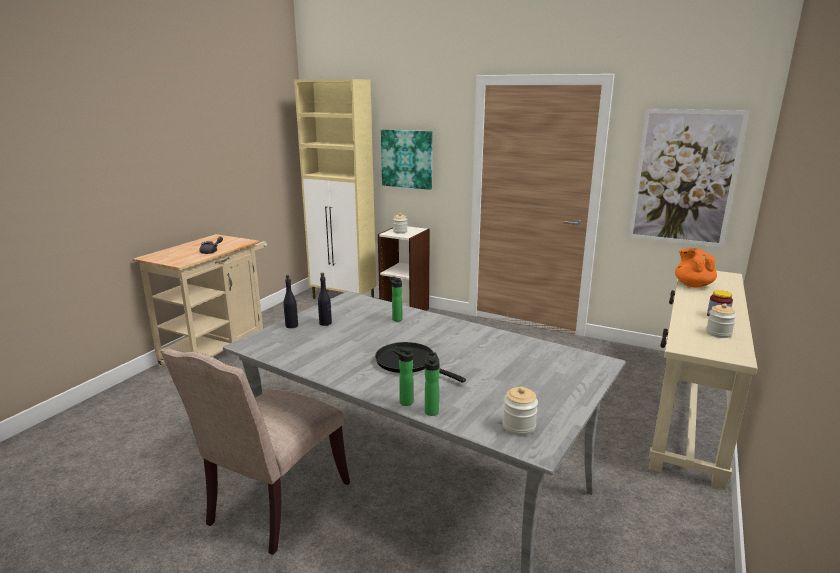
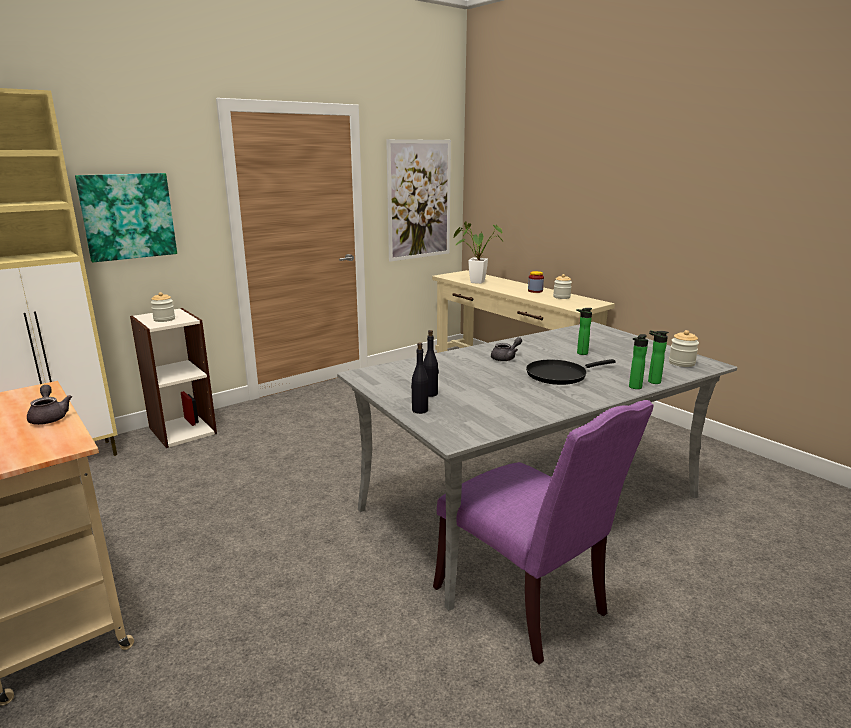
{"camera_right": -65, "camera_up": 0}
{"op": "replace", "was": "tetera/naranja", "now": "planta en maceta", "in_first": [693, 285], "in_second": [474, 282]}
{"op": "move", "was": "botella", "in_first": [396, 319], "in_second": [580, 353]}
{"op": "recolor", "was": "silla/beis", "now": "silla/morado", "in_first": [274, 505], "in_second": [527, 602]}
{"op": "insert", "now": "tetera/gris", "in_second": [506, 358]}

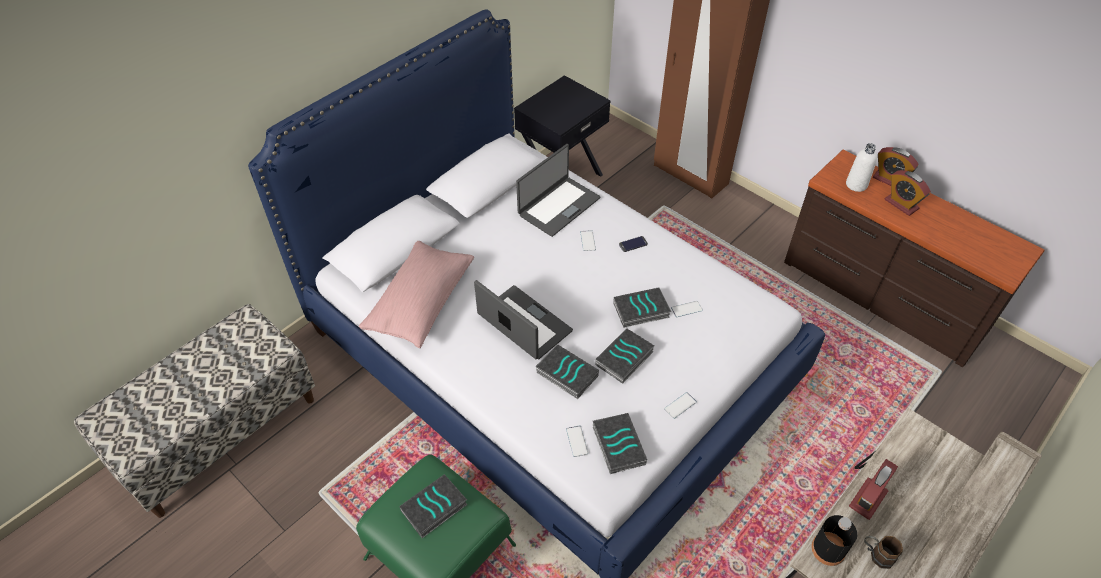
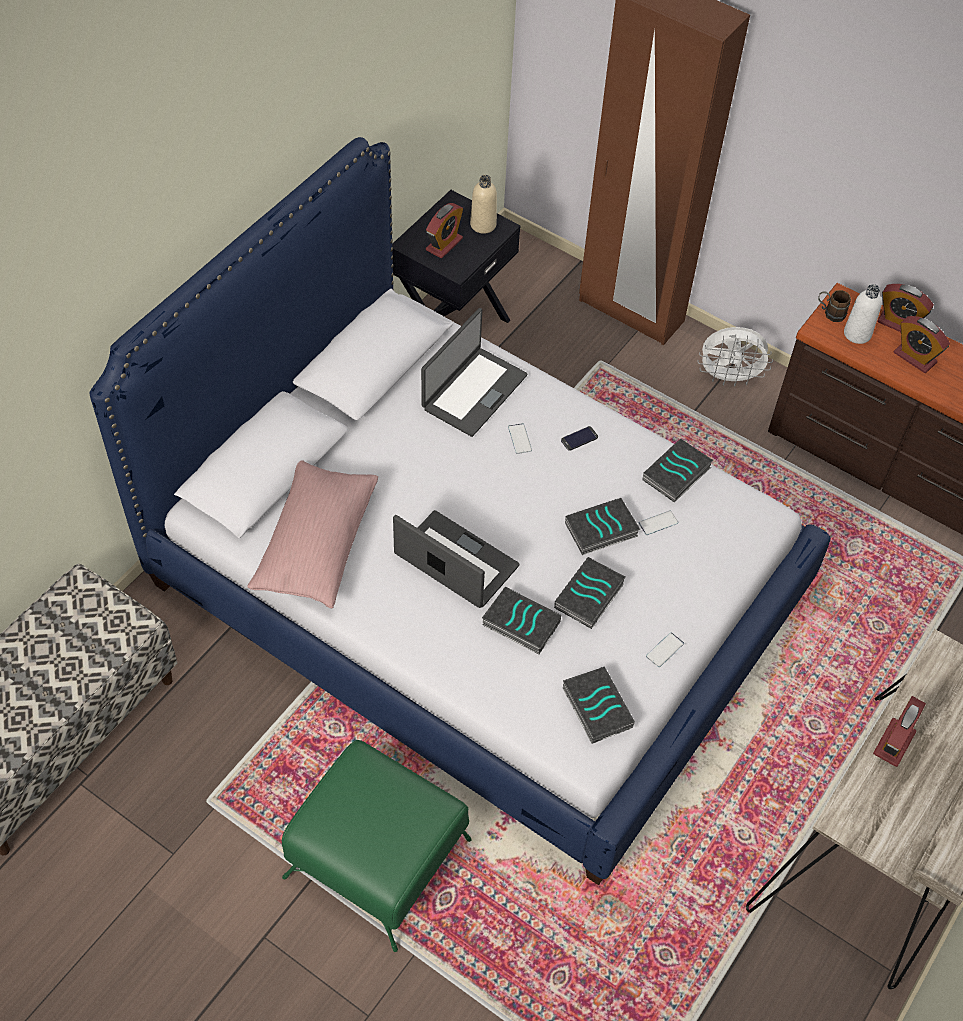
{"camera_right": -10, "camera_up": 5}
{"op": "delete", "was": "móvil", "in_first": [577, 441]}
{"op": "move", "was": "libro", "in_first": [434, 509], "in_second": [677, 475]}
{"op": "delete", "was": "botella/negro", "in_first": [828, 549]}
{"op": "move", "was": "taza grande/marrón", "in_first": [876, 554], "in_second": [830, 313]}
{"op": "insert", "now": "botella/beis", "in_second": [483, 225]}
{"op": "insert", "now": "despertador", "in_second": [444, 244]}
{"op": "insert", "now": "ventilador/blanco", "in_second": [729, 378]}

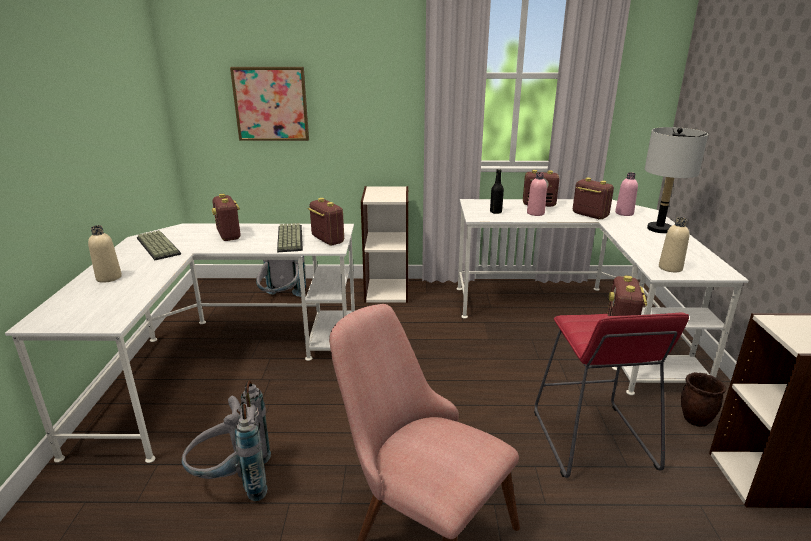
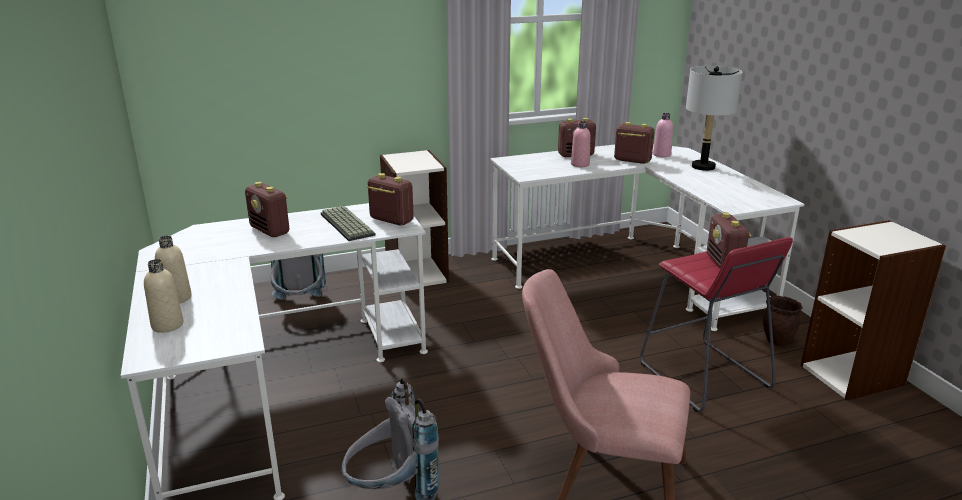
{"camera_right": -20, "camera_up": 0}
{"op": "delete", "was": "cuadro", "in_first": [271, 104]}
{"op": "delete", "was": "botella/negro", "in_first": [495, 212]}
{"op": "move", "was": "botella/beis", "in_first": [670, 268], "in_second": [167, 325]}
{"op": "delete", "was": "teclado", "in_first": [156, 246]}

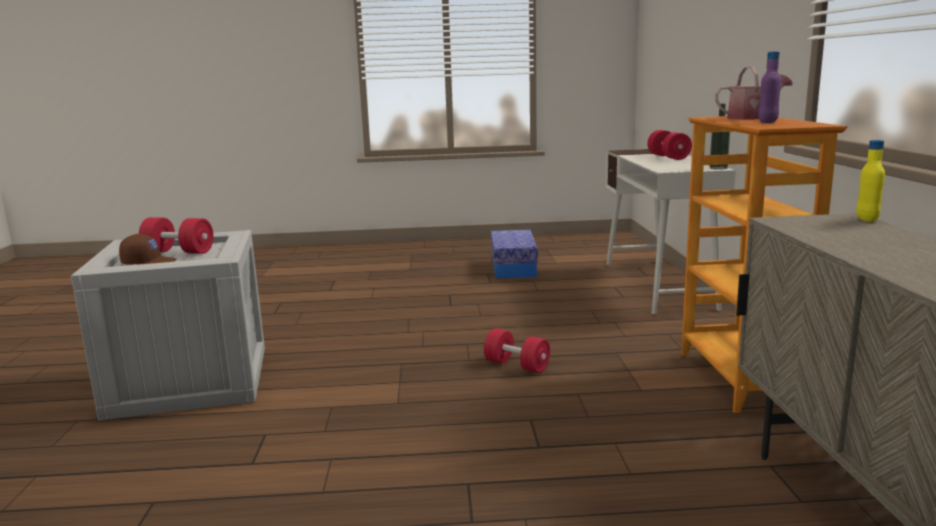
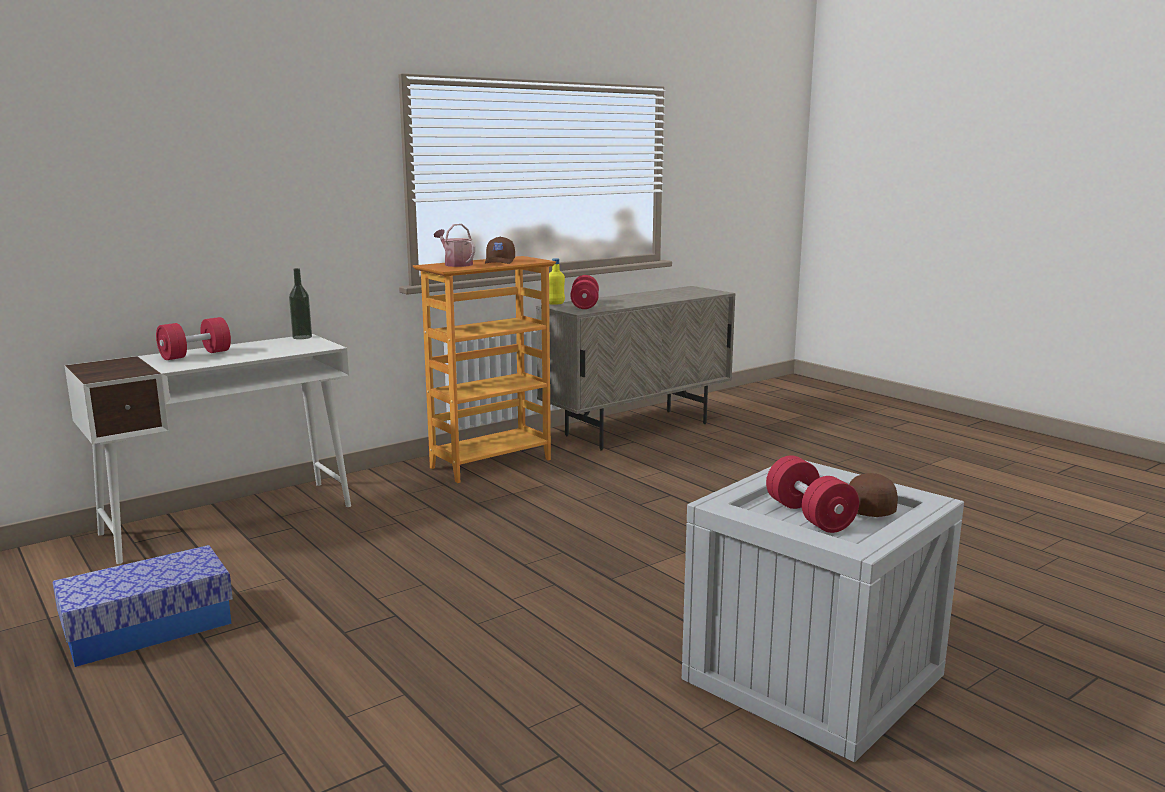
{"camera_right": -125, "camera_up": 0}
{"op": "replace", "was": "botella/morado", "now": "gorra/marrón", "in_first": [768, 122], "in_second": [500, 261]}
{"op": "move", "was": "mancuerna/rojo", "in_first": [517, 365], "in_second": [584, 305]}

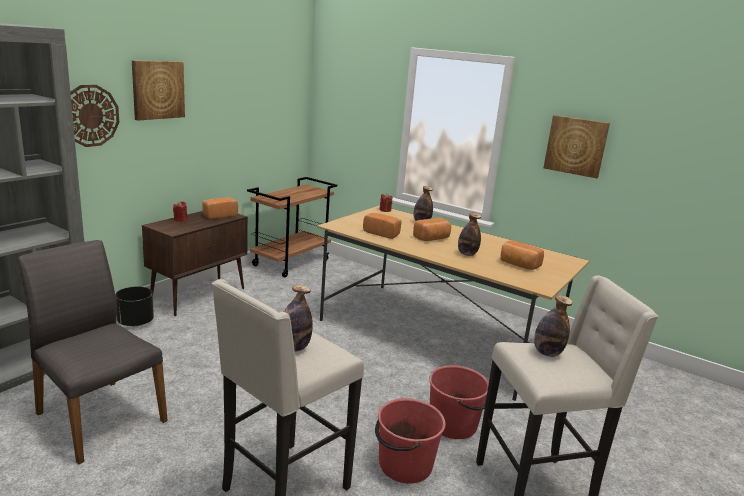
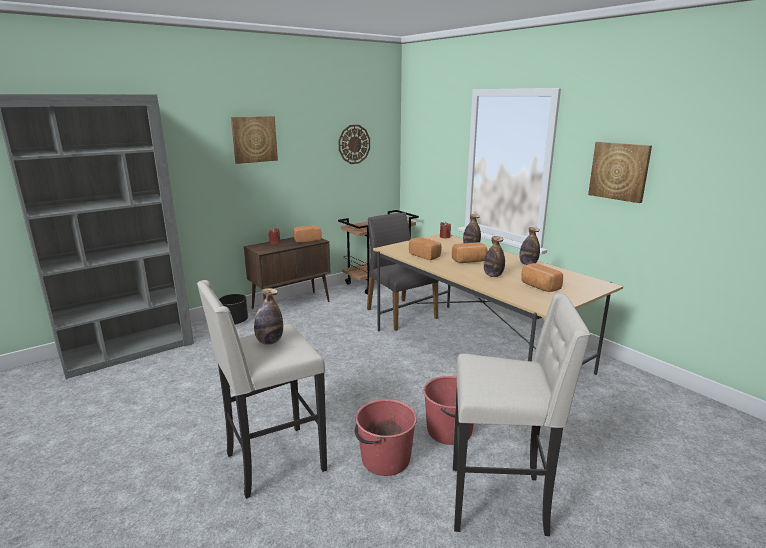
{"camera_right": 20, "camera_up": 0}
{"op": "move", "was": "reloj de pared", "in_first": [90, 115], "in_second": [354, 144]}
{"op": "move", "was": "silla/gris", "in_first": [98, 417], "in_second": [400, 313]}
{"op": "move", "was": "botella", "in_first": [547, 353], "in_second": [528, 264]}

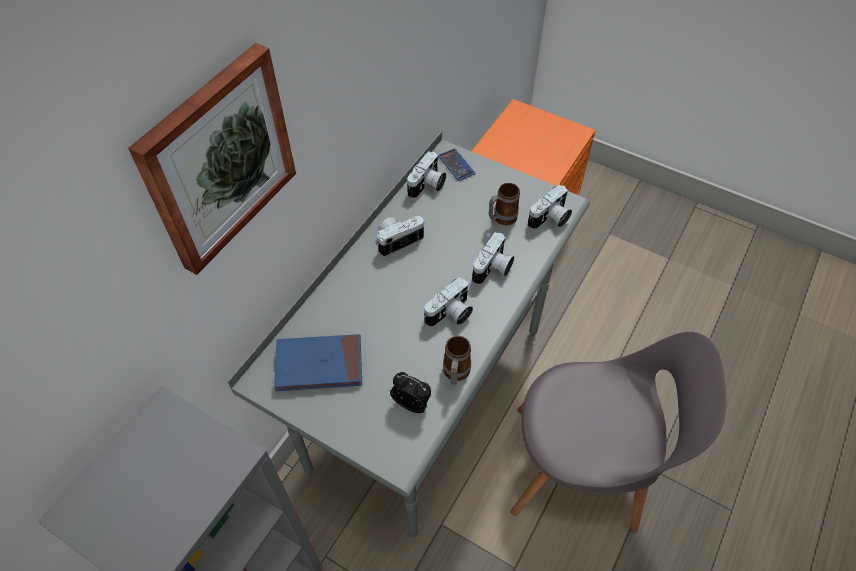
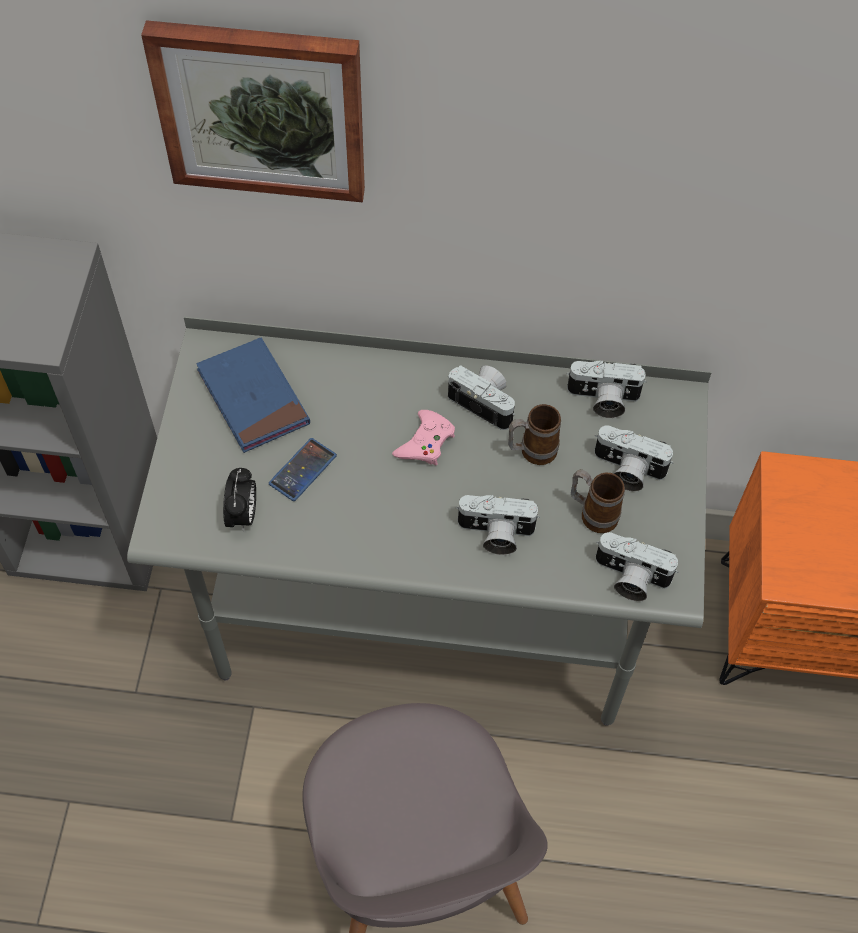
{"camera_right": 65, "camera_up": 5}
{"op": "move", "was": "móvil", "in_first": [456, 165], "in_second": [302, 470]}
{"op": "move", "was": "cámara", "in_first": [450, 315], "in_second": [627, 470]}
{"op": "move", "was": "taza grande", "in_first": [455, 374], "in_second": [531, 451]}
{"op": "insert", "now": "mando de consola/rosa", "in_second": [425, 442]}

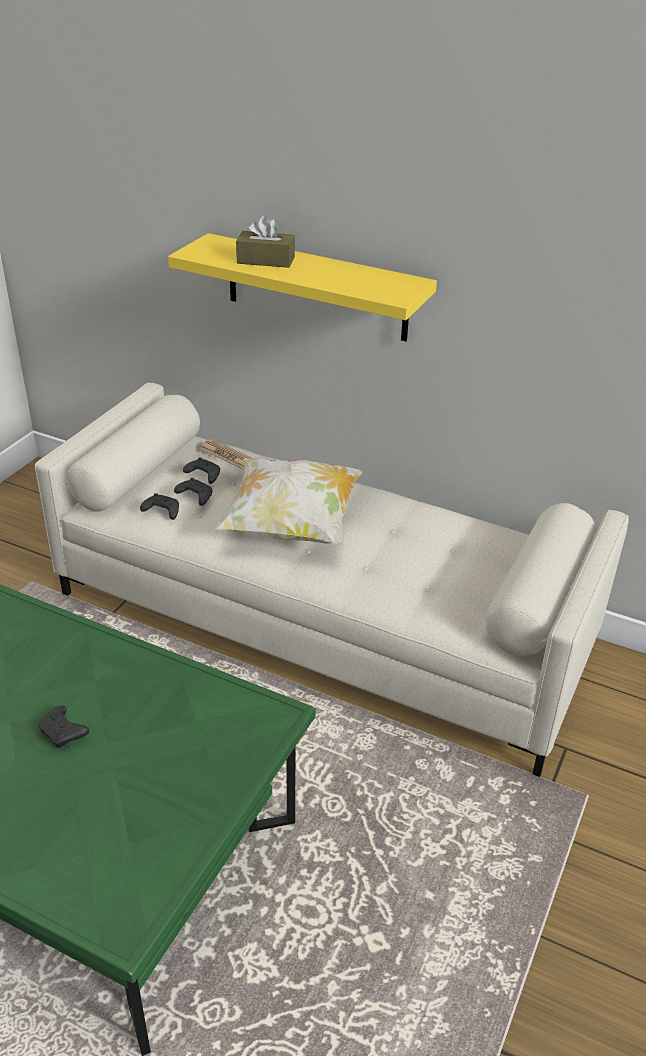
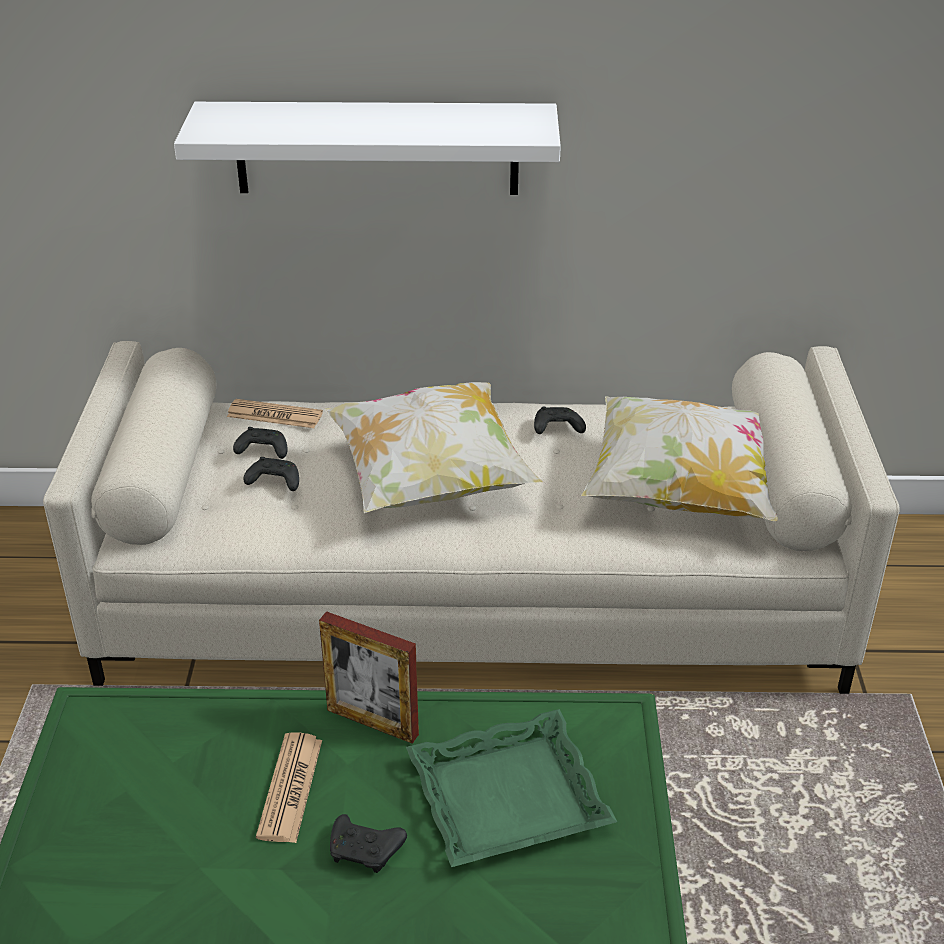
{"camera_right": -25, "camera_up": 0}
{"op": "delete", "was": "caja de pañuelos/marrón", "in_first": [265, 260]}
{"op": "recolor", "was": "estante/amarillo", "now": "estante/blanco", "in_first": [316, 288], "in_second": [377, 148]}
{"op": "move", "was": "mando de consola/negro", "in_first": [161, 512], "in_second": [556, 429]}
{"op": "insert", "now": "cojín", "in_second": [681, 491]}
{"op": "insert", "now": "portarretratos", "in_second": [372, 722]}
{"op": "insert", "now": "bandeja/verde", "in_second": [508, 799]}
{"op": "insert", "now": "periódico", "in_second": [290, 788]}

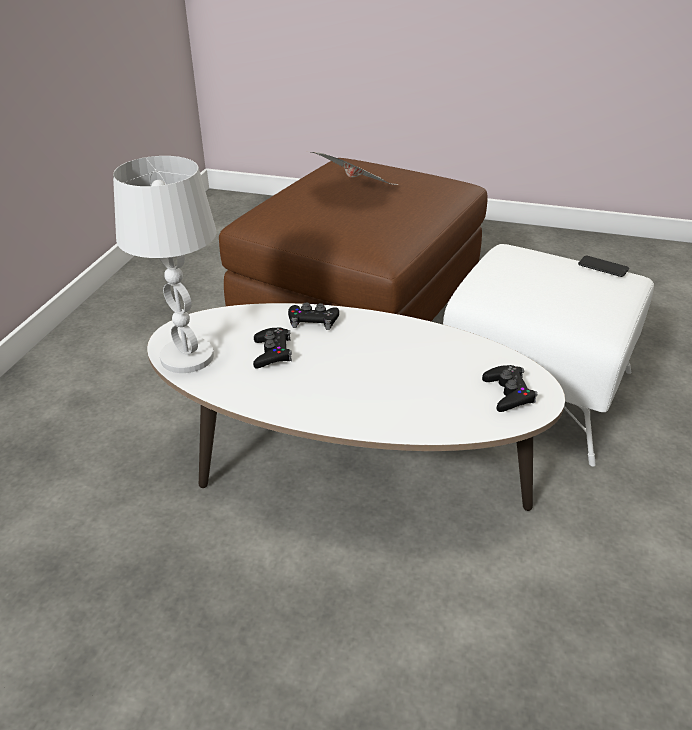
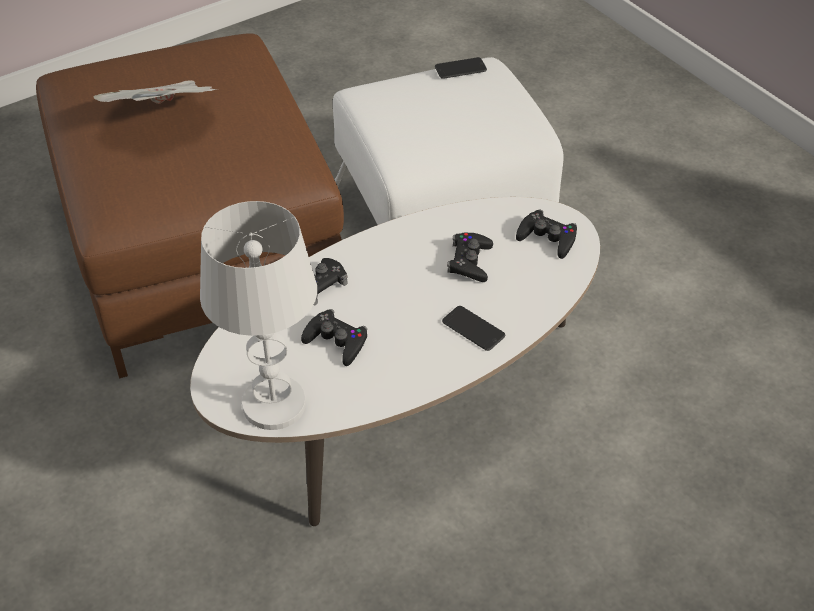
{"camera_right": -50, "camera_up": 10}
{"op": "insert", "now": "mando de consola/negro", "in_second": [469, 262]}
{"op": "insert", "now": "móvil", "in_second": [473, 329]}

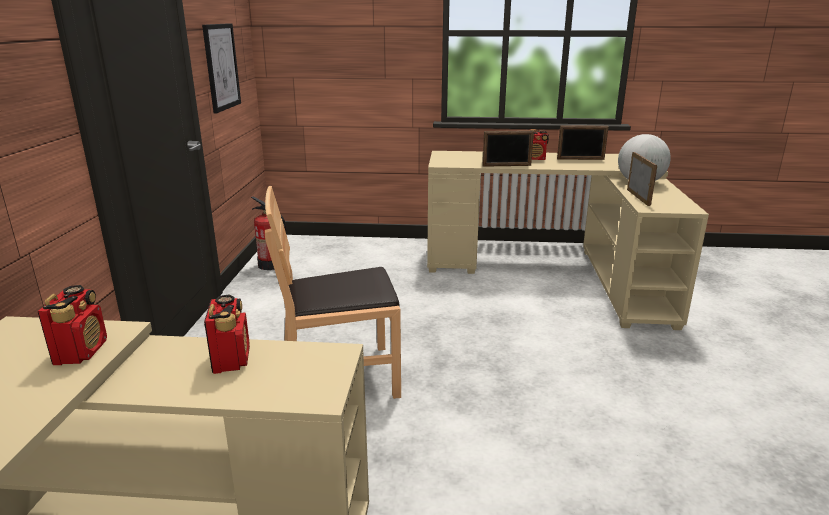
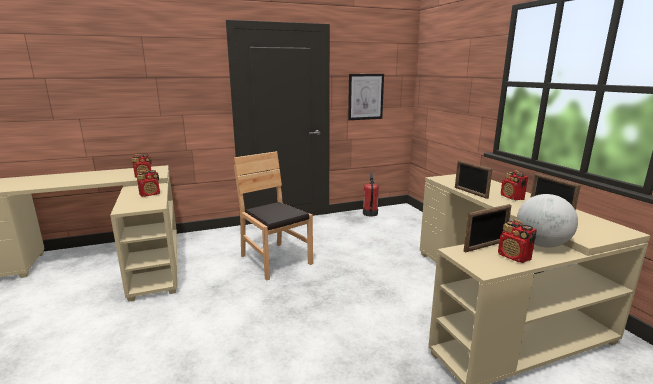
{"camera_right": 65, "camera_up": -5}
{"op": "insert", "now": "radio", "in_second": [514, 257]}

